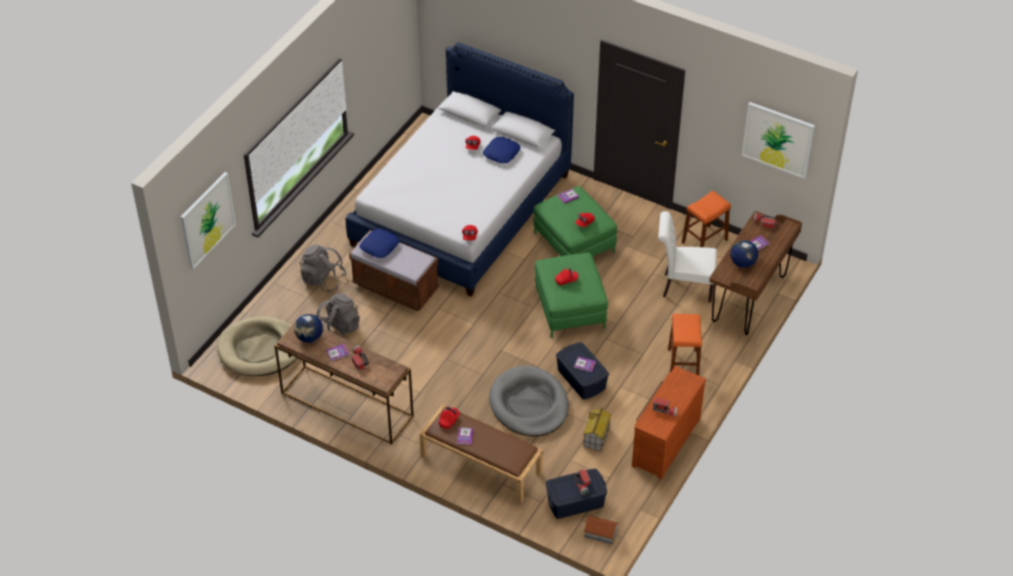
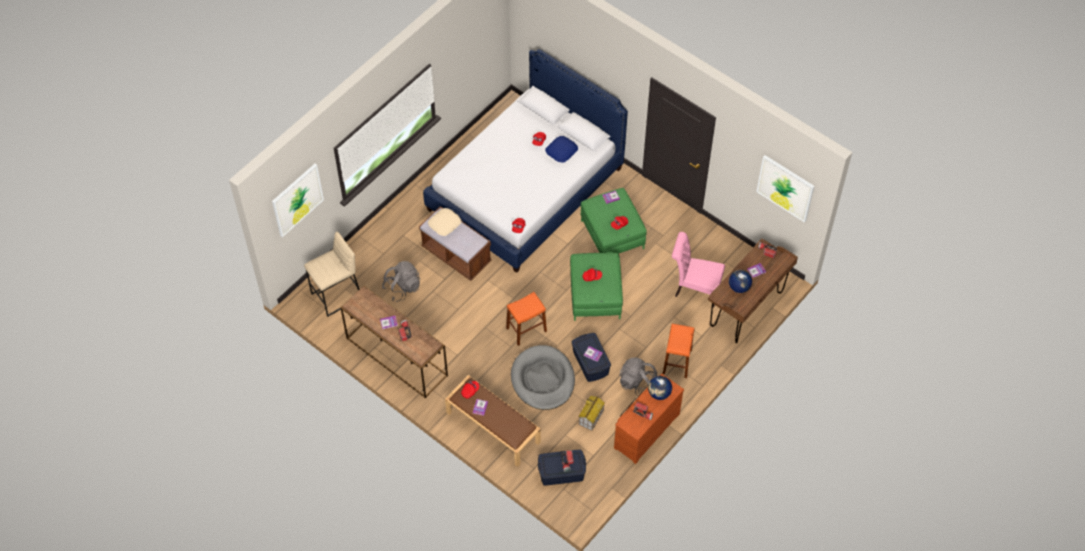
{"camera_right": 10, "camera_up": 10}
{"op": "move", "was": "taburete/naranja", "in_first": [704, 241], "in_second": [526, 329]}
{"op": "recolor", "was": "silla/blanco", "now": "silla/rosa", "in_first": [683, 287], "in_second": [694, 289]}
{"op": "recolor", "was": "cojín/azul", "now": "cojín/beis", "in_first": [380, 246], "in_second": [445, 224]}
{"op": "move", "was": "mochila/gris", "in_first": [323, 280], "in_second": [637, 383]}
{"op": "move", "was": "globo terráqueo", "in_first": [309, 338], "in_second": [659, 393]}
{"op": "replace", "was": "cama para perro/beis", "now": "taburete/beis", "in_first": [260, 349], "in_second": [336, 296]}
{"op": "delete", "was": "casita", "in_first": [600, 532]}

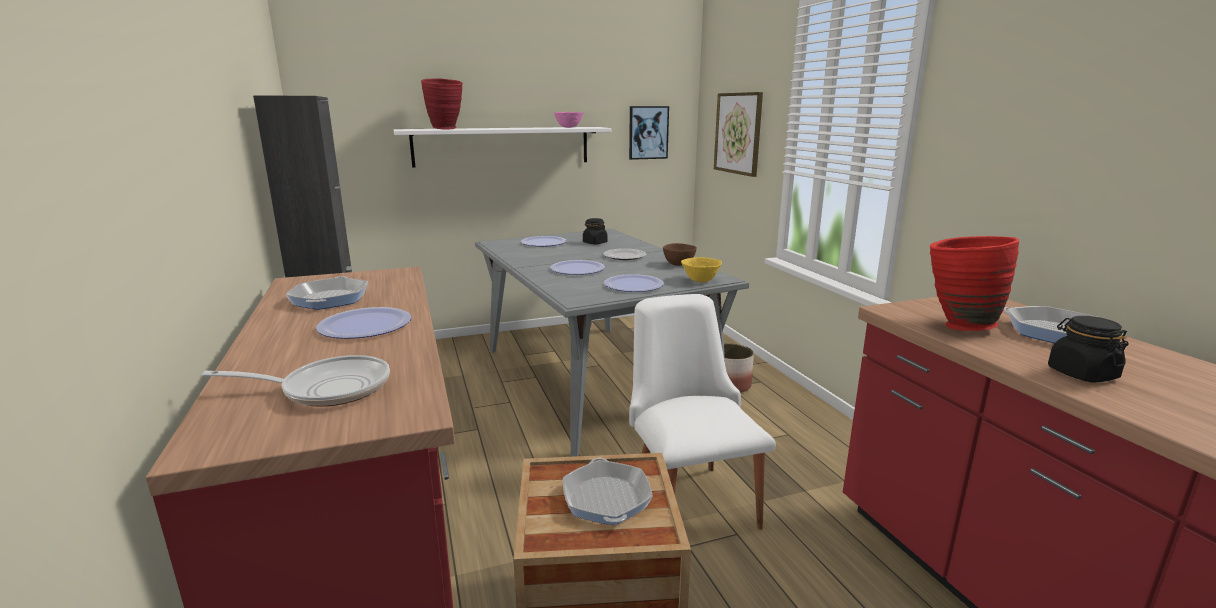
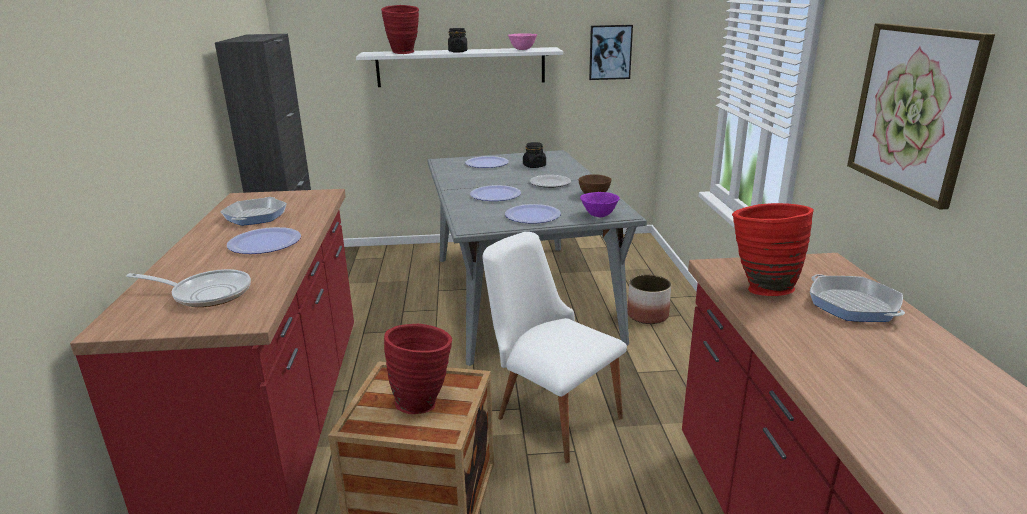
{"camera_right": 15, "camera_up": 5}
{"op": "move", "was": "cuadro", "in_first": [738, 133], "in_second": [914, 110]}
{"op": "recolor", "was": "cuenco/amarillo", "now": "cuenco/morado", "in_first": [700, 281], "in_second": [598, 215]}
{"op": "rotate", "was": "silla/blanco", "in_first": [689, 495], "in_second": [550, 412], "clockwise": -45}
{"op": "move", "was": "tarro/negro", "in_first": [1081, 374], "in_second": [458, 51]}
{"op": "replace", "was": "sartén", "now": "florero/rojo", "in_first": [606, 499], "in_second": [423, 402]}

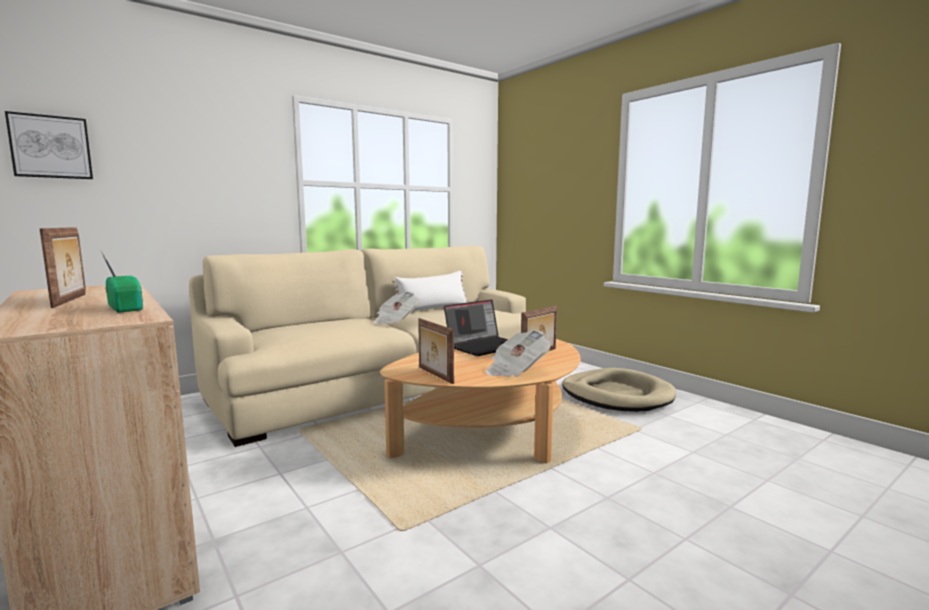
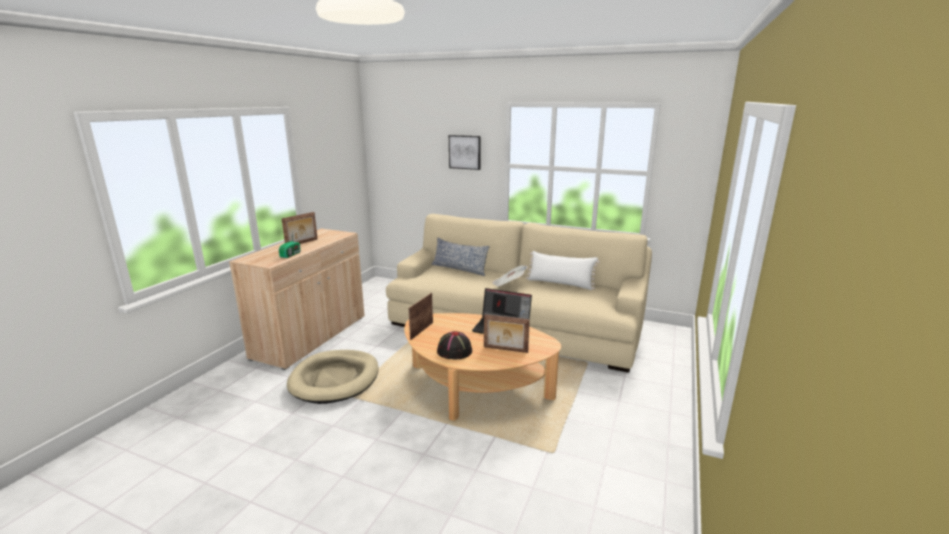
{"camera_right": 60, "camera_up": 10}
{"op": "move", "was": "cuadro", "in_first": [51, 147], "in_second": [465, 152]}
{"op": "replace", "was": "periódico", "now": "sombrero/negro", "in_first": [516, 370], "in_second": [454, 351]}
{"op": "move", "was": "cama para perro/beis", "in_first": [616, 395], "in_second": [335, 379]}
{"op": "insert", "now": "cojín", "in_second": [459, 269]}

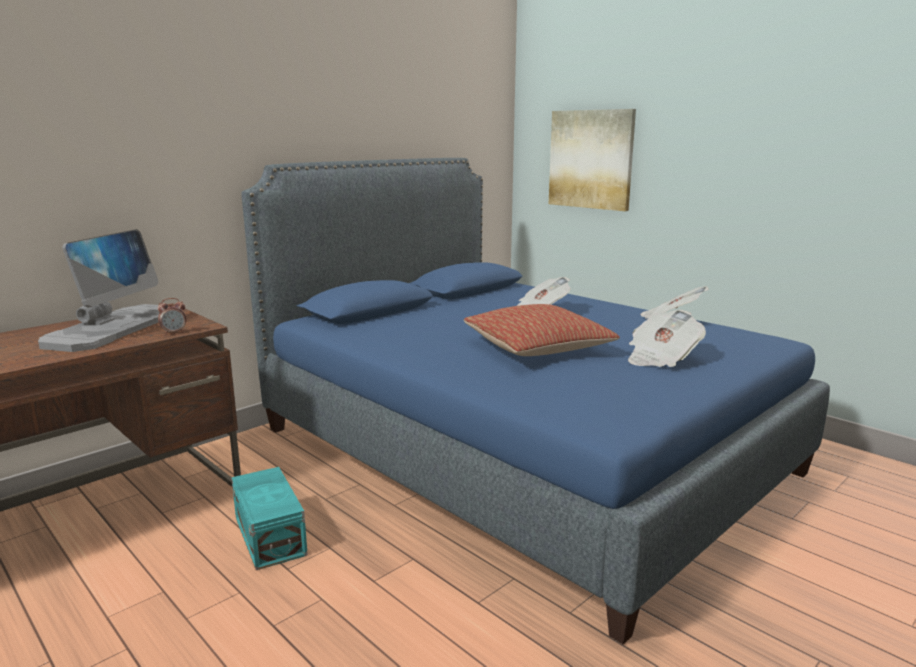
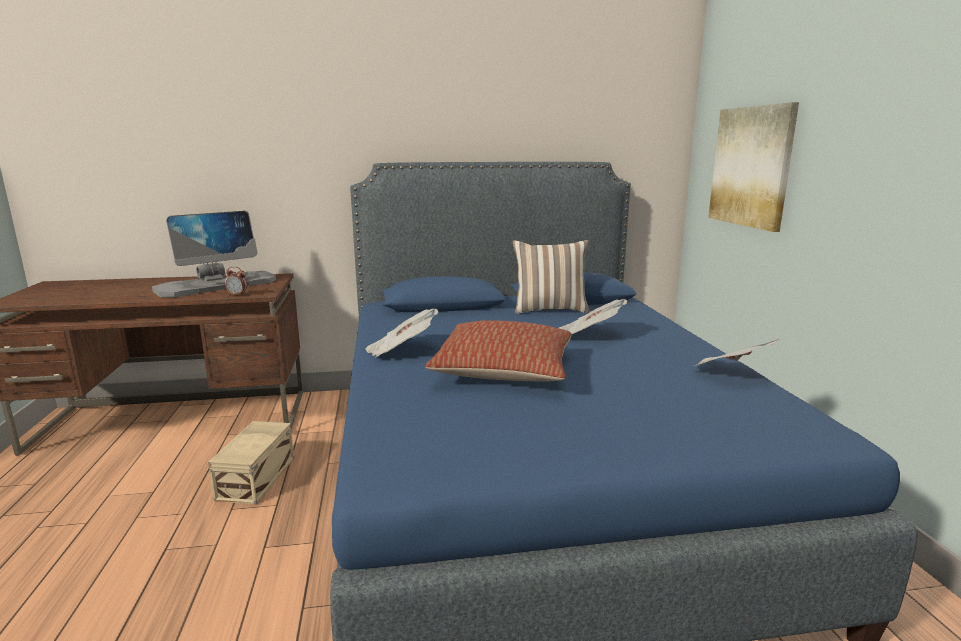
{"camera_right": 35, "camera_up": 0}
{"op": "move", "was": "periódico", "in_first": [661, 358], "in_second": [401, 351]}
{"op": "recolor", "was": "caja de almacenaje/turquesa", "now": "caja de almacenaje/beis", "in_first": [271, 535], "in_second": [258, 477]}
{"op": "insert", "now": "cojín", "in_second": [550, 309]}

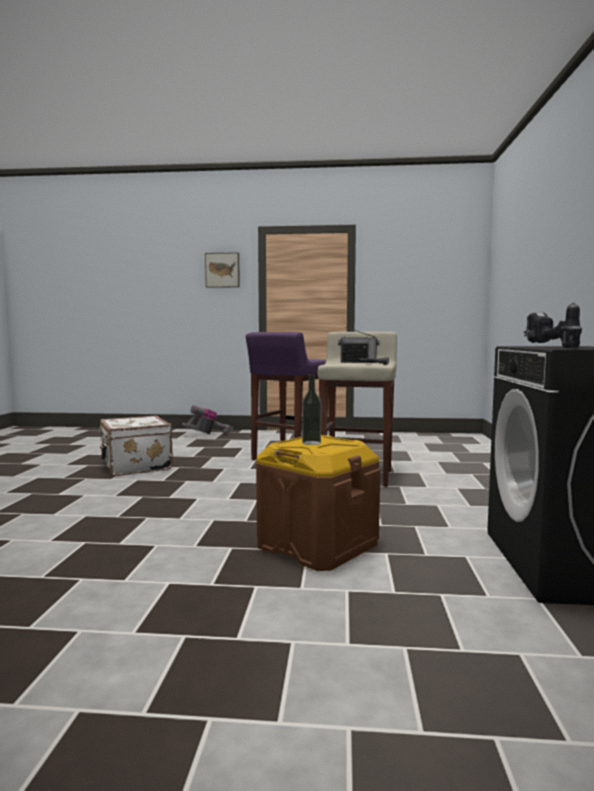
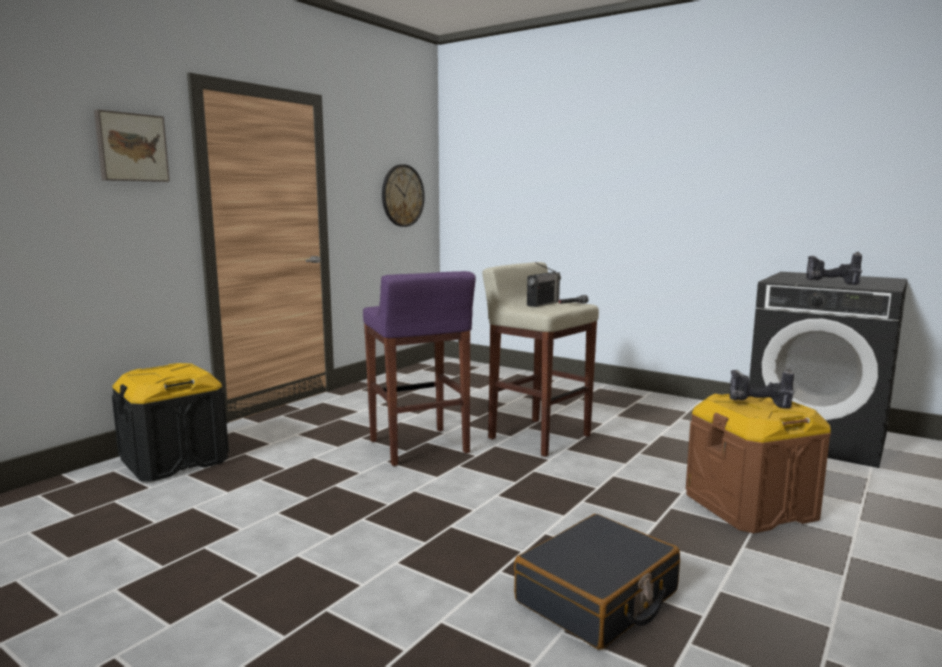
{"camera_right": -60, "camera_up": 5}
{"op": "replace", "was": "botella", "now": "taladro", "in_first": [311, 443], "in_second": [757, 405]}
{"op": "replace", "was": "aspiradora", "now": "caja de almacenaje/negro", "in_first": [208, 434], "in_second": [174, 461]}
{"op": "delete", "was": "maleta/blanco", "in_first": [135, 466]}
{"op": "insert", "now": "reloj de pared", "in_second": [402, 195]}
{"op": "insert", "now": "maleta/negro", "in_second": [597, 597]}

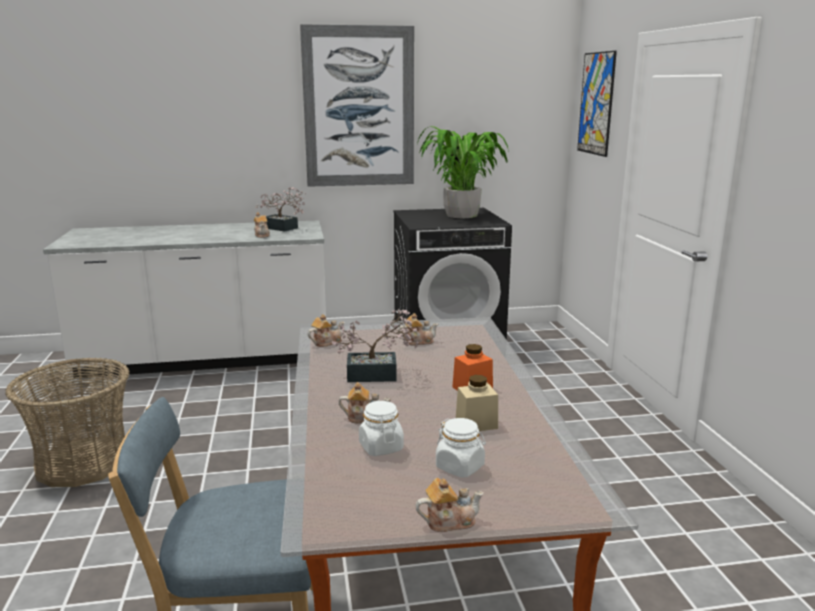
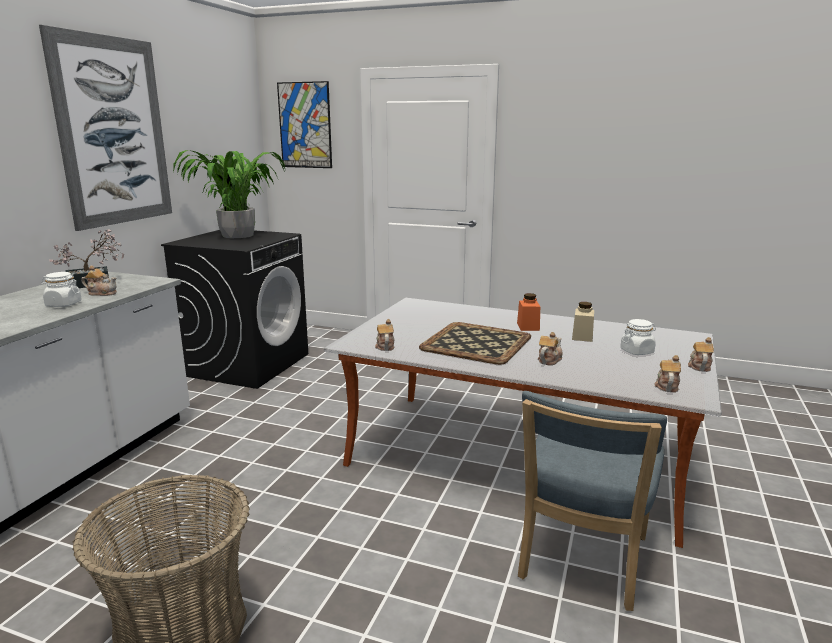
{"camera_right": -60, "camera_up": 0}
{"op": "replace", "was": "planta en maceta", "now": "bandeja", "in_first": [378, 375], "in_second": [476, 343]}
{"op": "move", "was": "tetera", "in_first": [418, 341], "in_second": [666, 386]}
{"op": "move", "was": "tarro/blanco", "in_first": [381, 447], "in_second": [63, 304]}

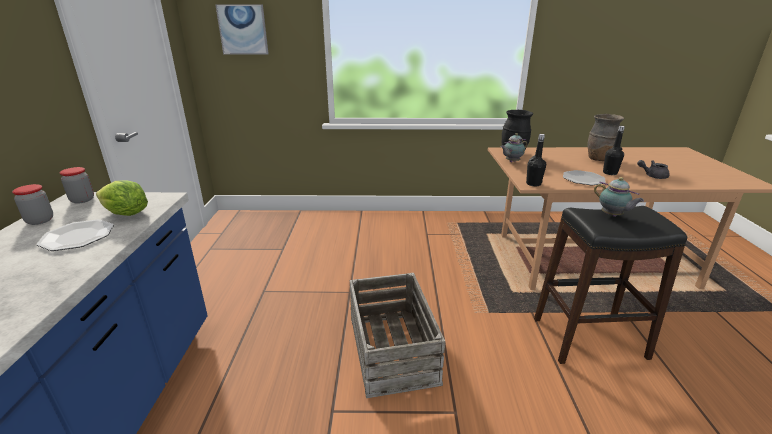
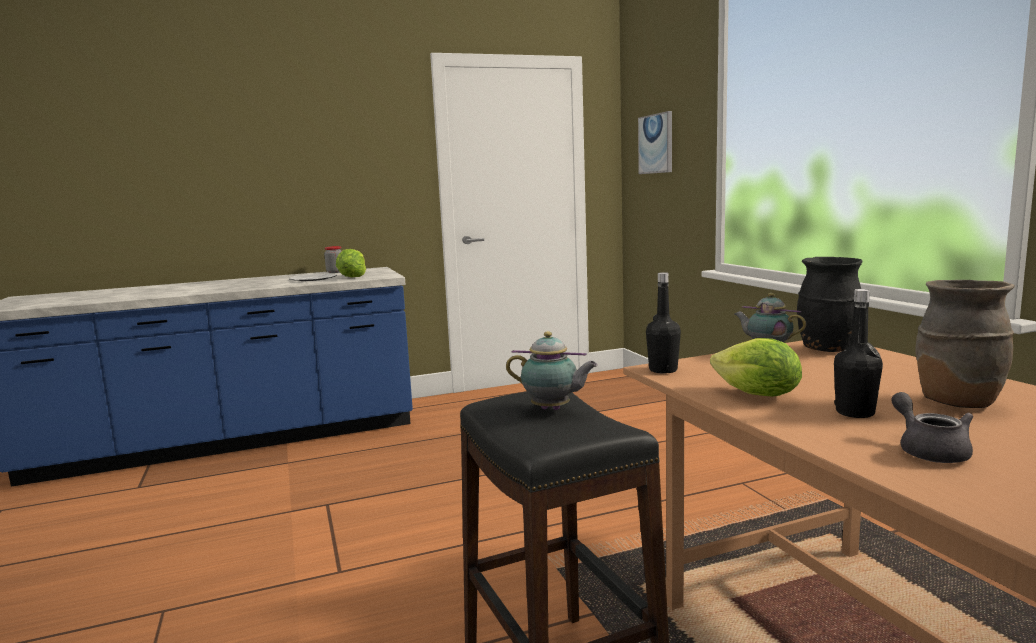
{"camera_right": 70, "camera_up": -15}
{"op": "delete", "was": "tarro", "in_first": [82, 200]}
{"op": "replace", "was": "plato", "now": "lechuga", "in_first": [583, 179], "in_second": [757, 395]}
{"op": "rotate", "was": "tetera", "in_first": [612, 216], "in_second": [553, 409], "clockwise": -105}
{"op": "delete", "was": "caja de embalaje", "in_first": [391, 350]}

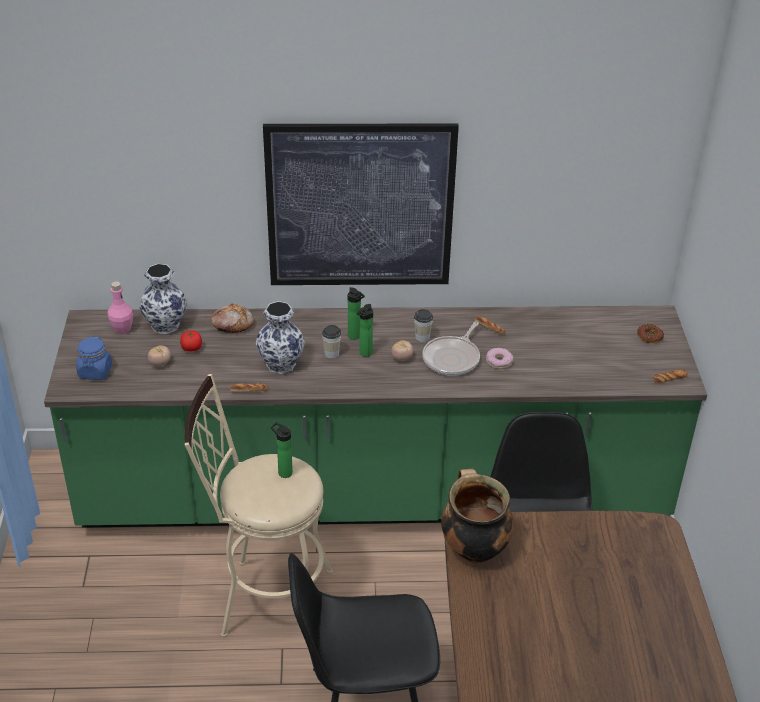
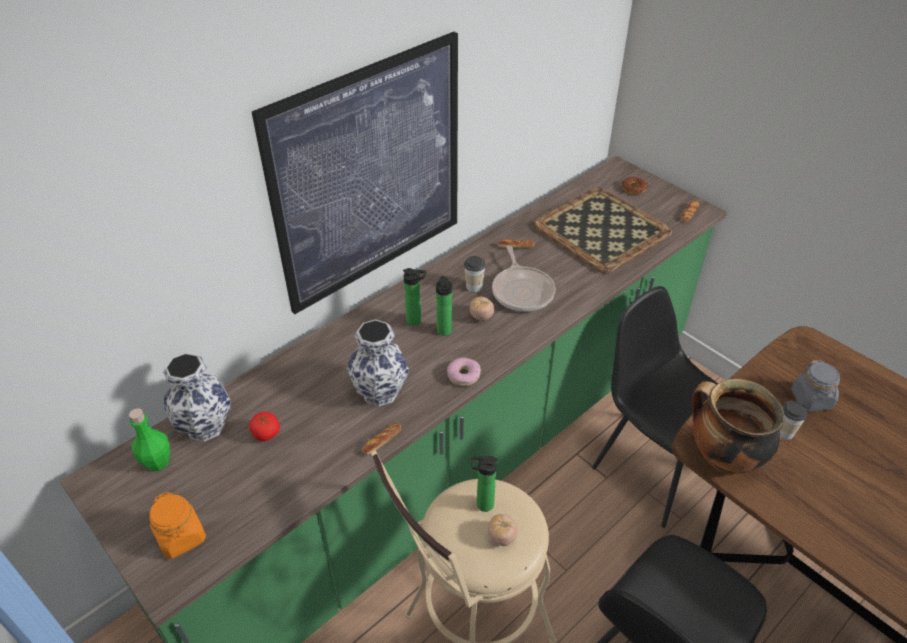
{"camera_right": -40, "camera_up": 5}
{"op": "recolor", "was": "botella/rosa", "now": "botella/verde", "in_first": [122, 329], "in_second": [157, 462]}
{"op": "delete", "was": "pan", "in_first": [232, 324]}
{"op": "move", "was": "taza", "in_first": [331, 353], "in_second": [784, 432]}
{"op": "recolor", "was": "tarro/azul", "now": "tarro/naranja", "in_first": [95, 372], "in_second": [181, 537]}
{"op": "move", "was": "tomate", "in_first": [160, 363], "in_second": [502, 537]}
{"op": "move", "was": "rosquilla", "in_first": [499, 362], "in_second": [463, 375]}
{"op": "insert", "now": "bandeja", "in_second": [602, 230]}
{"op": "insert", "now": "tarro/gris", "in_second": [811, 399]}

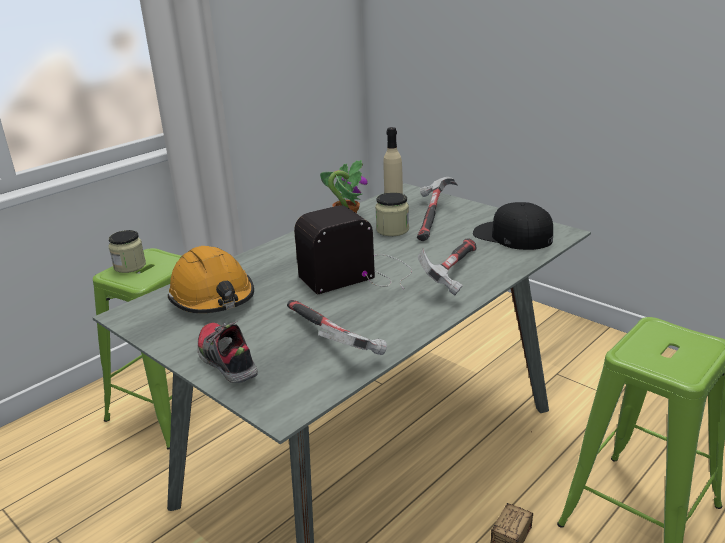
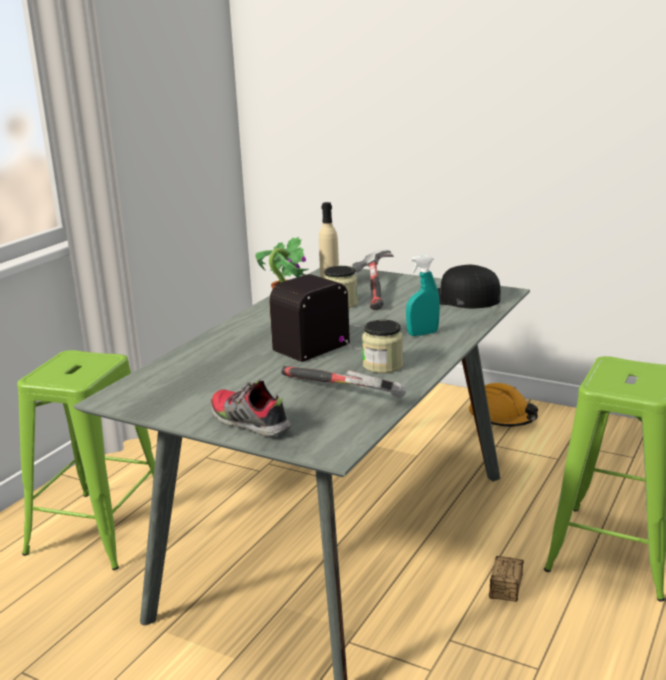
{"camera_right": -15, "camera_up": -5}
{"op": "move", "was": "tarro", "in_first": [130, 266], "in_second": [383, 365]}
{"op": "replace", "was": "martillo", "now": "pulverizador/turquesa", "in_first": [452, 274], "in_second": [422, 333]}
{"op": "move", "was": "casco/naranja", "in_first": [213, 297], "in_second": [502, 417]}

